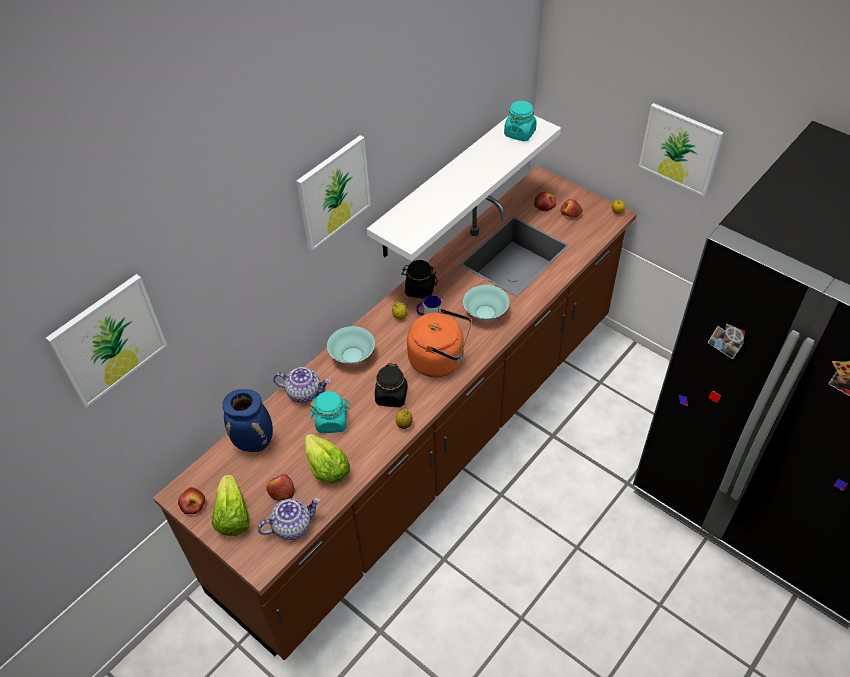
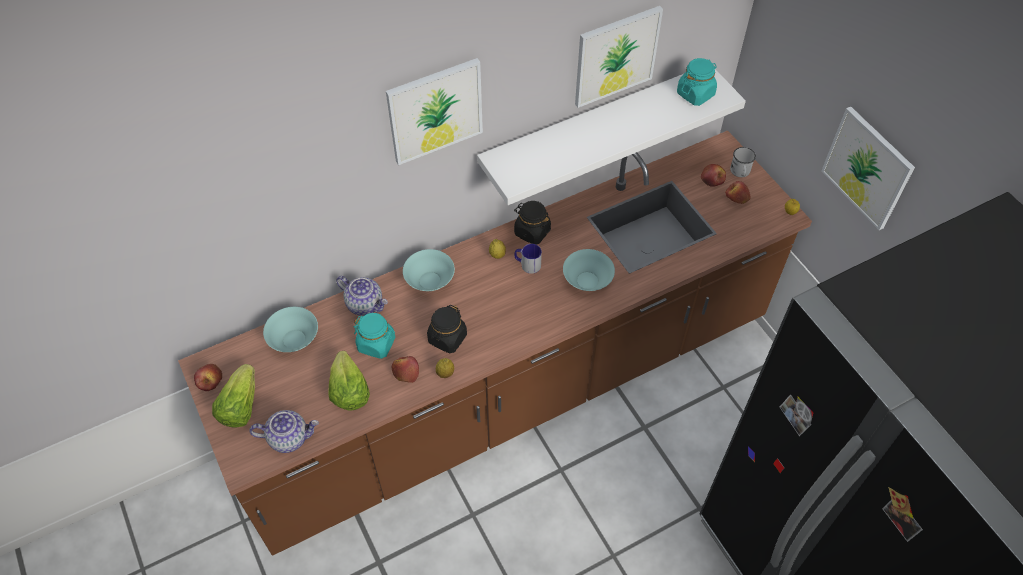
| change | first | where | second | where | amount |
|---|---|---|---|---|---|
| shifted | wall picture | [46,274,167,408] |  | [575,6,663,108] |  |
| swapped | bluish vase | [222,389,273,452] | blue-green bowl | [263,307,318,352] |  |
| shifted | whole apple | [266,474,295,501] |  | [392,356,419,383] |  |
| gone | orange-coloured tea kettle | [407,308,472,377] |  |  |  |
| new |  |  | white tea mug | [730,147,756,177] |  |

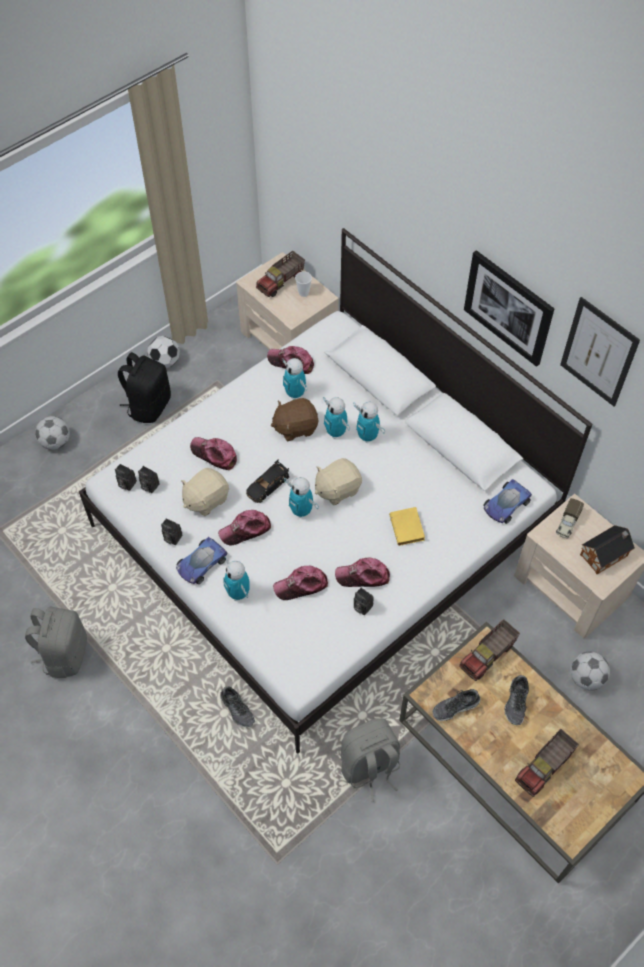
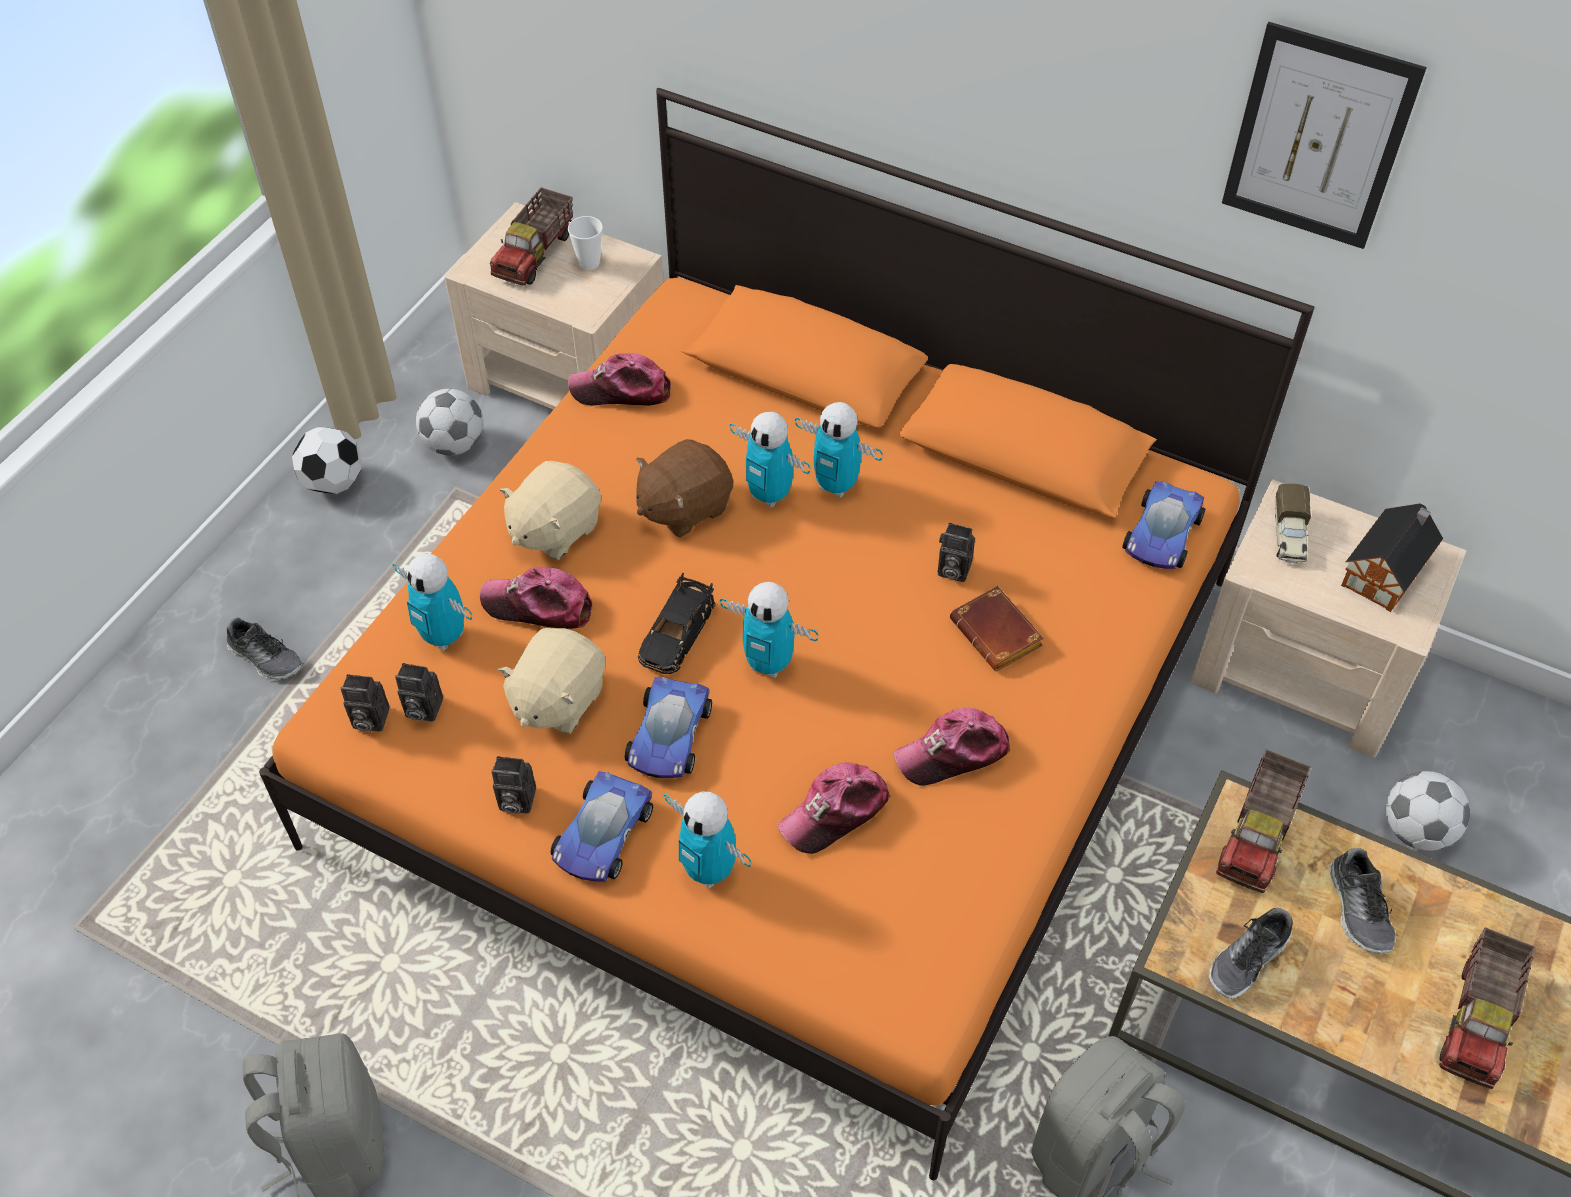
| change | first | where | second | where | amount |
|---|---|---|---|---|---|
| shifted | football ball | [35,416,70,450] |  | [416,389,483,455] |  |
| repainted | white sleeping bed | [79,228,592,753] | orange-coloured sleeping bed | [259,88,1314,1180] |  |
| gone | blackish backpack | [118,352,171,423] |  |  |  |
| swapped | peaked cap | [218,510,271,545] | miniature car | [625,677,712,778] |  |
| shifted | item of footwear | [220,686,255,727] |  | [227,617,303,681] |  |
| shifted | toy robot | [282,358,308,400] |  | [393,554,472,651] |  |
| shifted | sand-coloured plush toy | [315,458,362,505] |  | [500,461,601,560] |  |
| shifted | photo camera | [354,588,374,615] |  | [938,523,975,582] |  |
| repainted | yellow-coloured bound book | [389,507,425,546] | brownish bound book | [950,586,1044,671] |  |
| gone | wall picture | [464,250,554,367] |  |  |  |

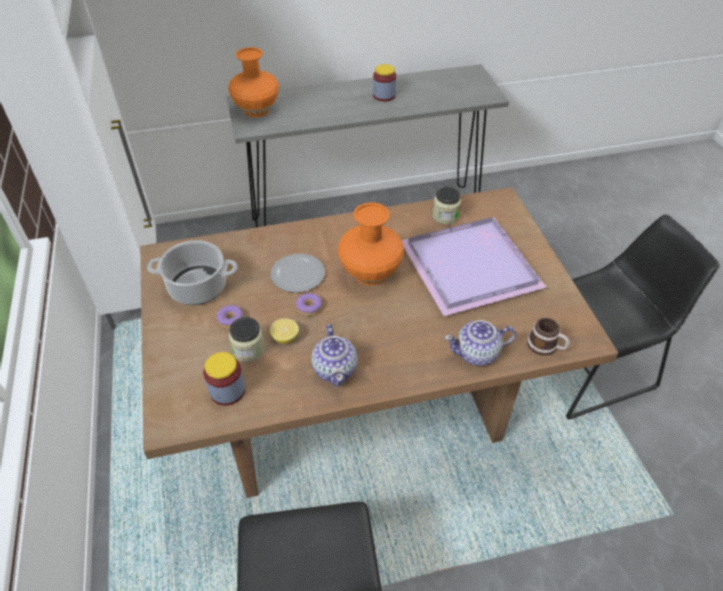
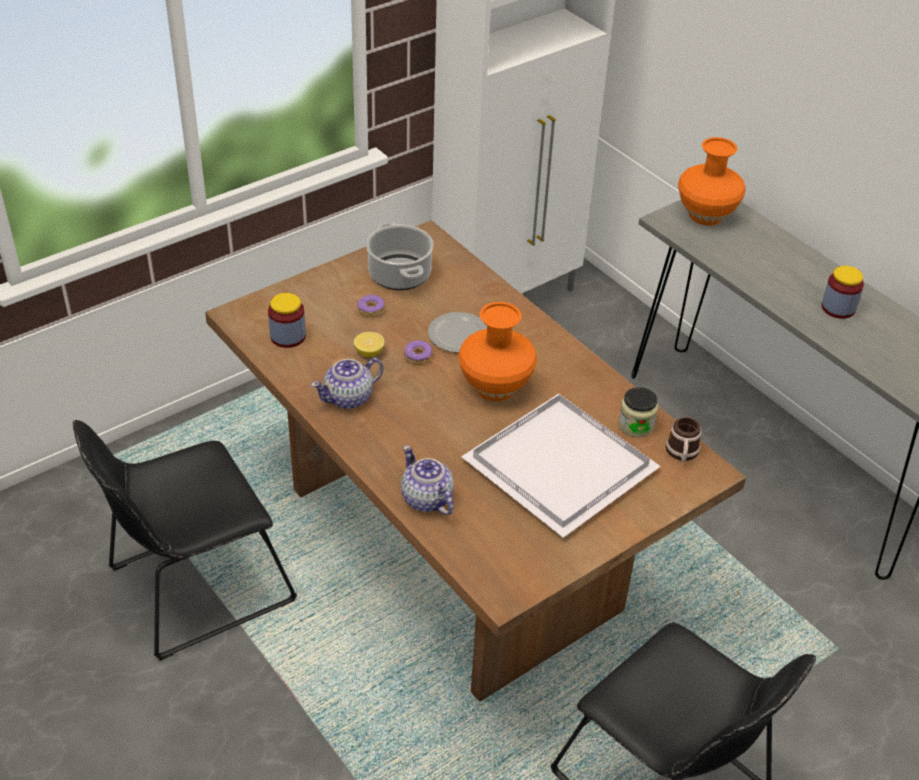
| change | first | where | second | where | amount |
|---|---|---|---|---|---|
| gone | storage jar | [229,317,265,362] |  |  |  |
| repainted | purple-coloured serving tray | [401,217,547,316] | white serving tray | [461,394,661,538] |  |
| shifted | tea mug | [527,318,570,356] |  | [666,417,702,462] |  |

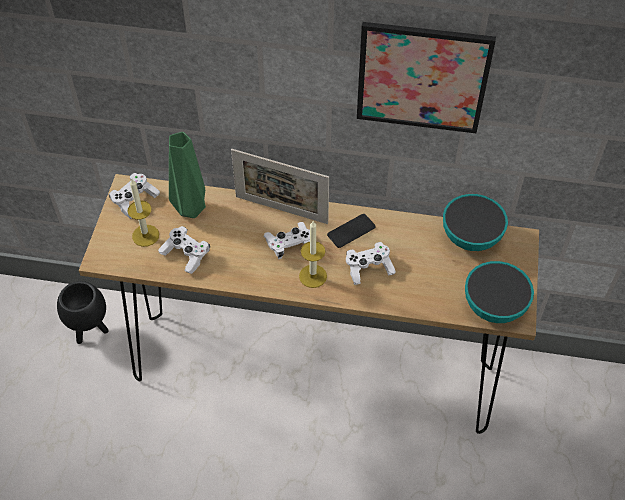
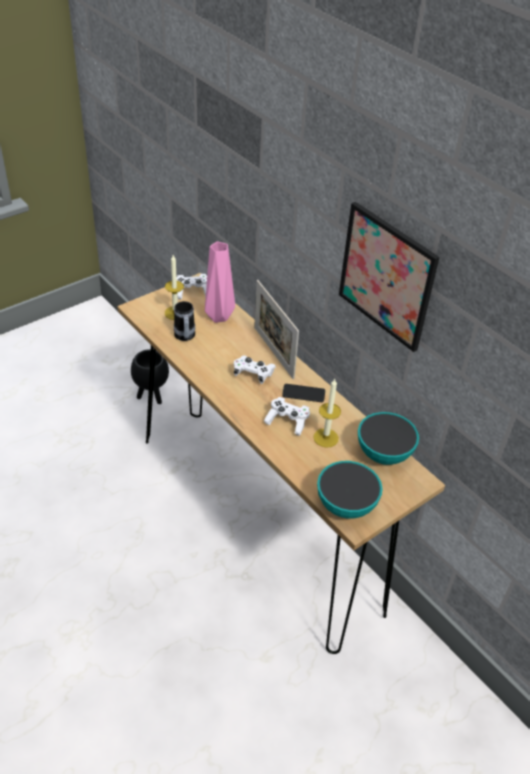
| change | first | where | second | where | amount |
|---|---|---|---|---|---|
| swapped | white joypad | [158,226,210,274] | tea mug | [174,301,195,341] |  |
| repainted | green-coloured vase | [169,132,206,218] | pinkish vase | [205,242,235,323] |  |
| shifted | wax candle | [299,221,327,288] |  | [313,379,341,448] |  |

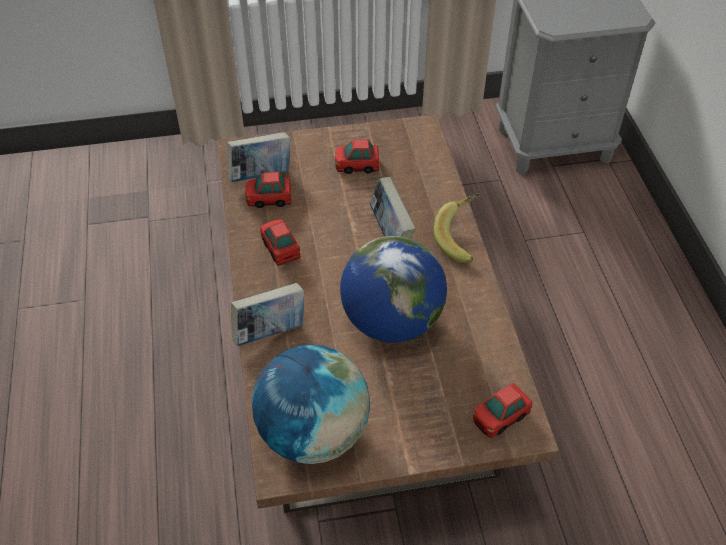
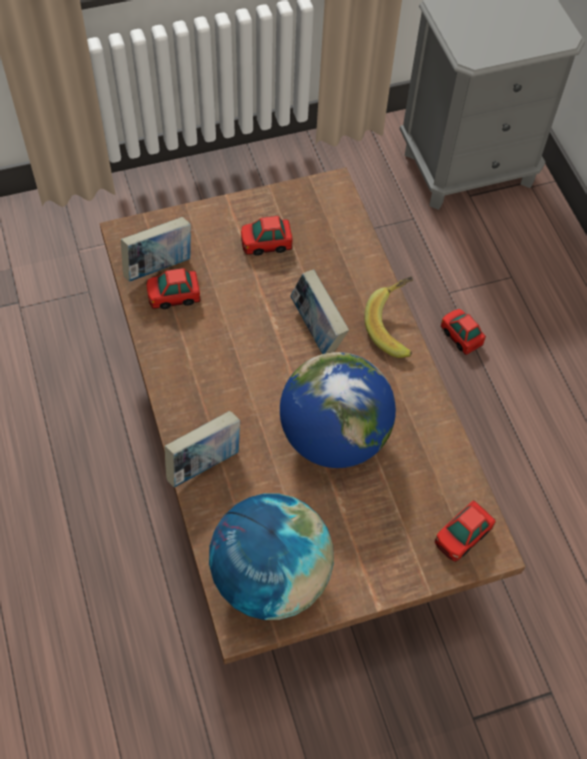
| change | first | where | second | where | amount |
|---|---|---|---|---|---|
| shifted | miniature car | [260,219,300,266] |  | [441,309,486,355] |  |

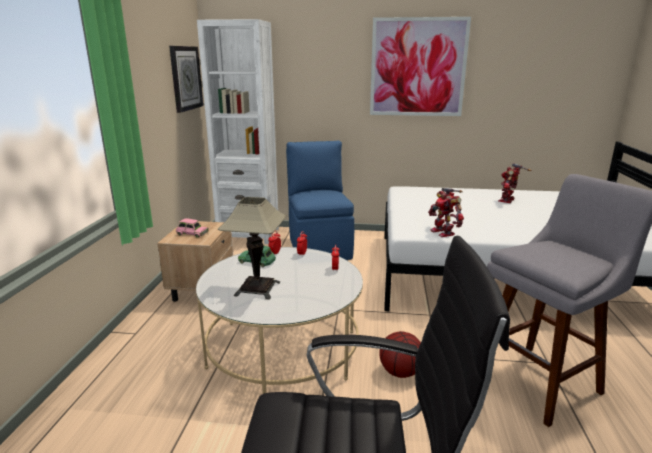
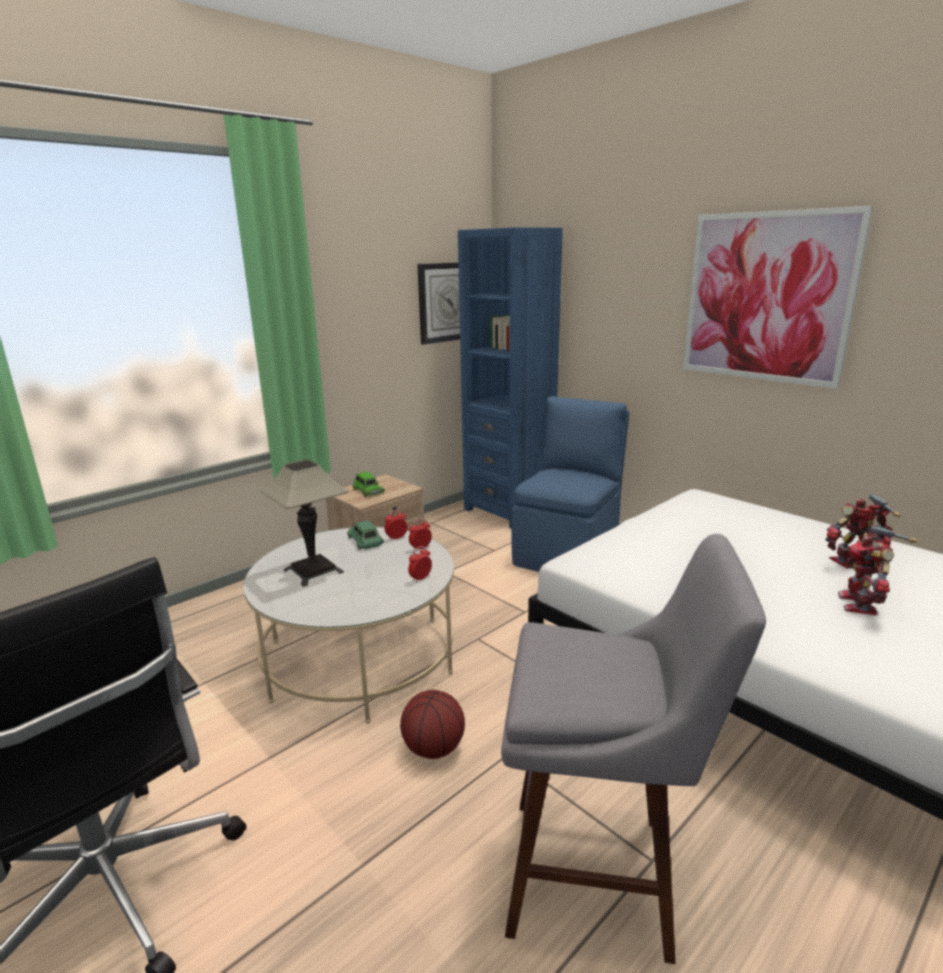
| change | first | where | second | where | amount |
|---|---|---|---|---|---|
| repainted | pinkish miniature car | [176,218,209,238] | green-coloured miniature car | [352,472,385,497] |  |
| repainted | white bookcase | [197,19,279,244] | bluish bookcase | [458,227,563,529] |  |
| shifted | toy robot | [428,188,464,237] |  | [838,525,918,615] |  |

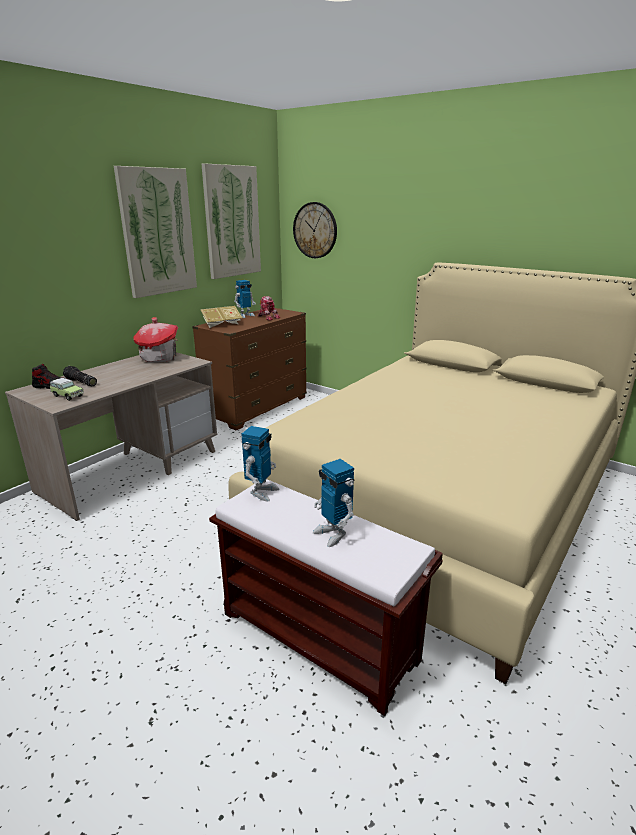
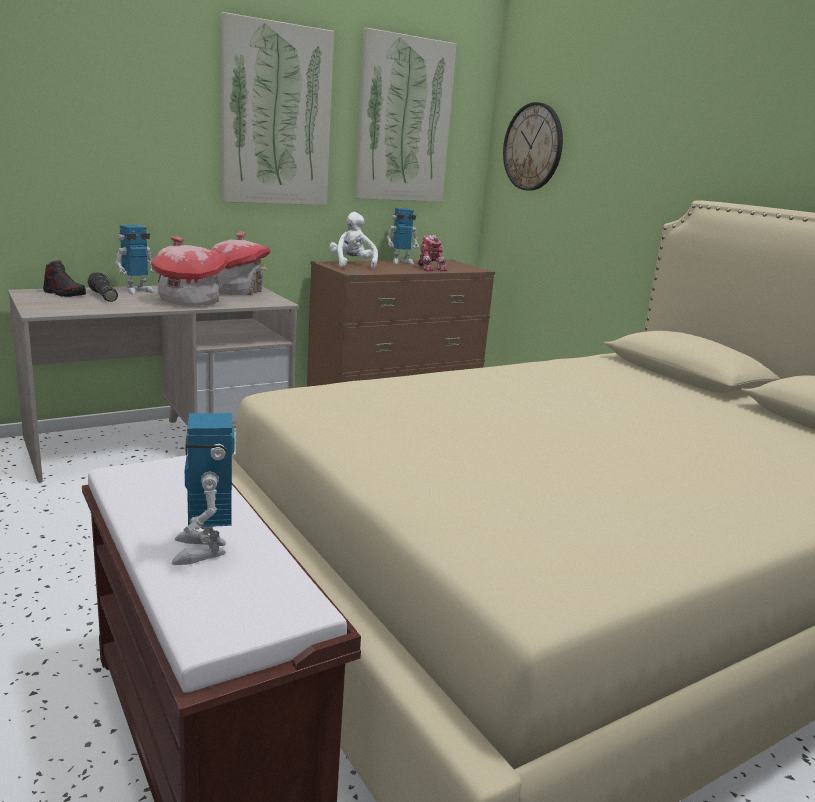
| change | first | where | second | where | amount |
|---|---|---|---|---|---|
| gone | miniature car | [50,378,84,401] |  |  |  |
| swapped | bound book | [201,306,242,328] | white plush toy | [329,212,378,270] |  |
| shifted | toy robot | [241,426,280,502] |  | [115,225,157,295] |  |
| new |  |  | toy house | [151,236,228,306] |  |

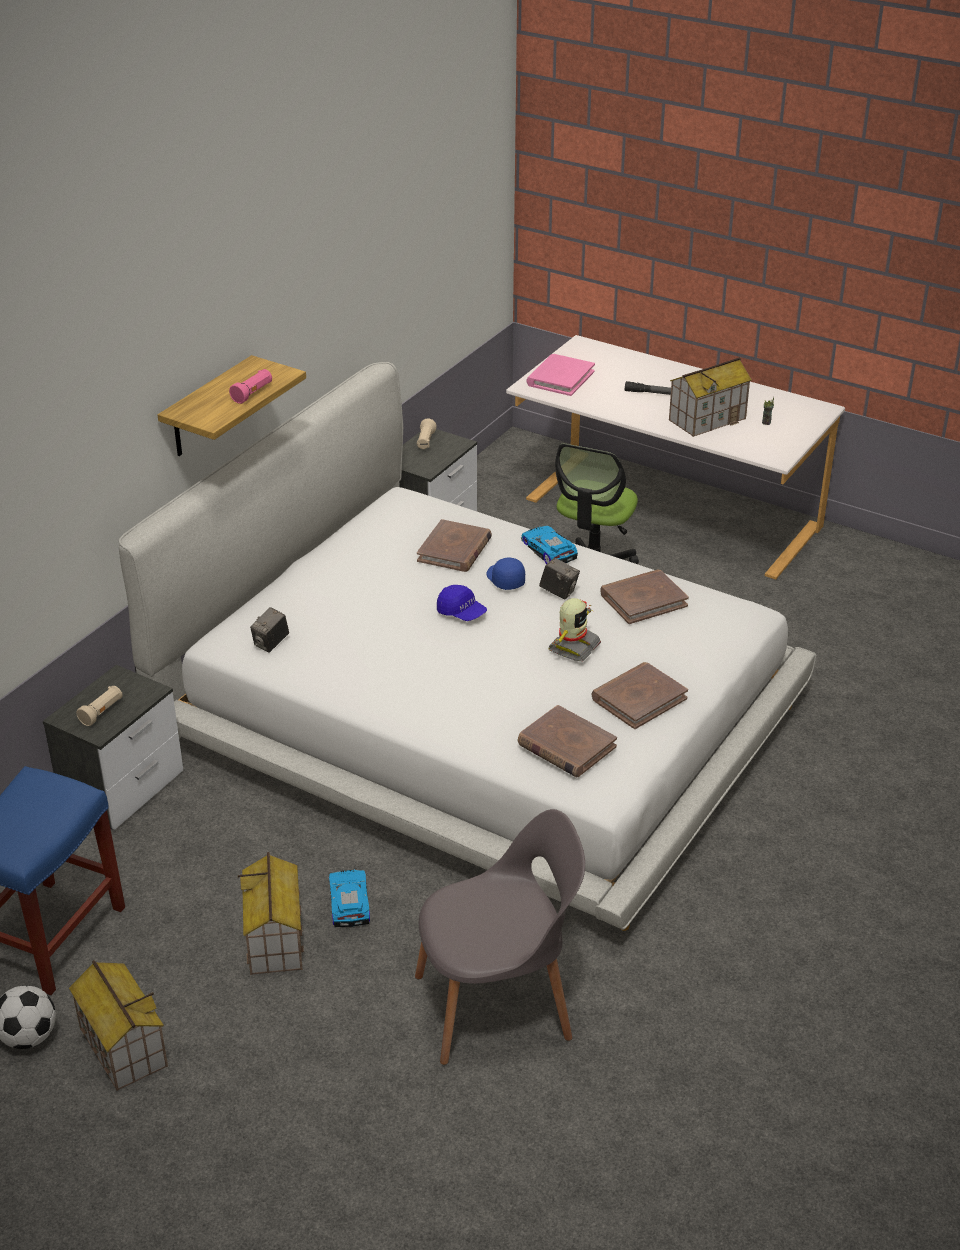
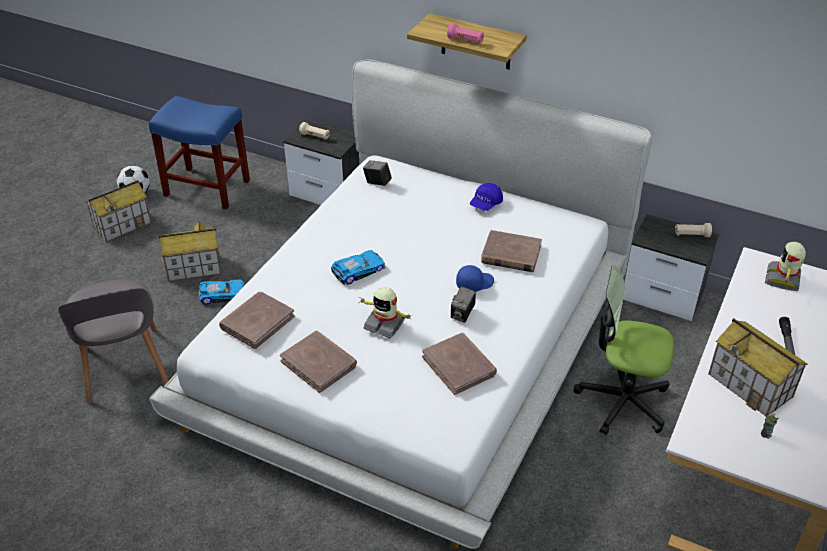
| change | first | where | second | where | amount |
|---|---|---|---|---|---|
| shifted | bluish peaked cap | [437,585,487,621] |  | [470,183,503,211] |  |
| shifted | miniature car | [521,526,578,564] |  | [331,250,386,285] |  |
| swapped | pinkish bound book | [527,354,595,396] | toy robot | [765,242,806,291] |  |

